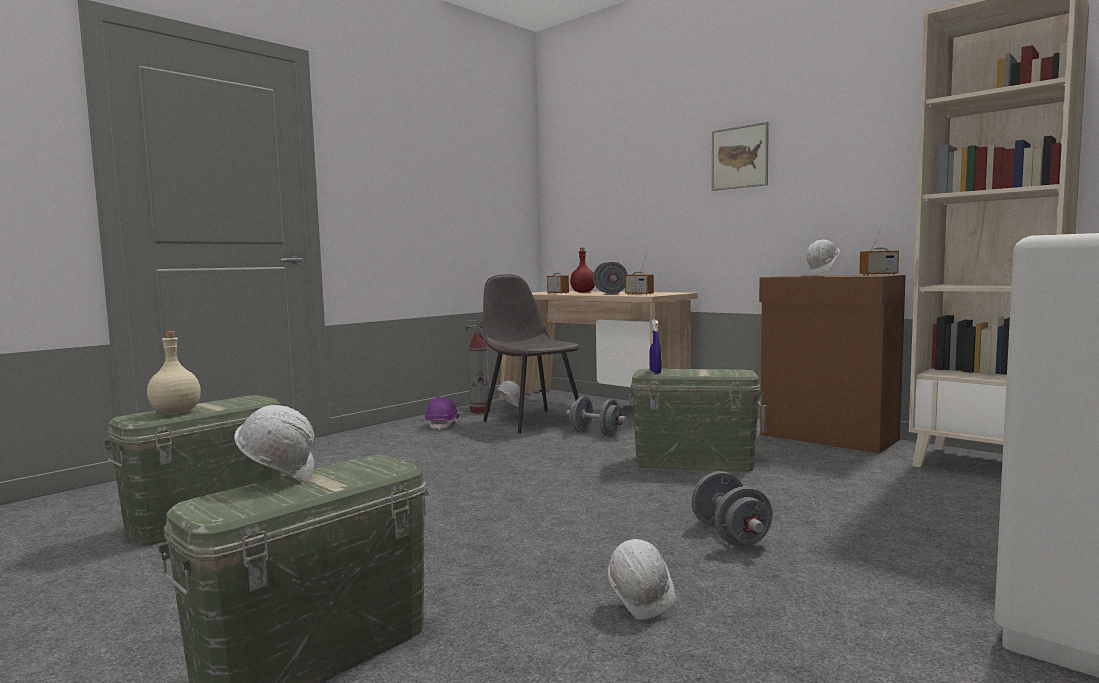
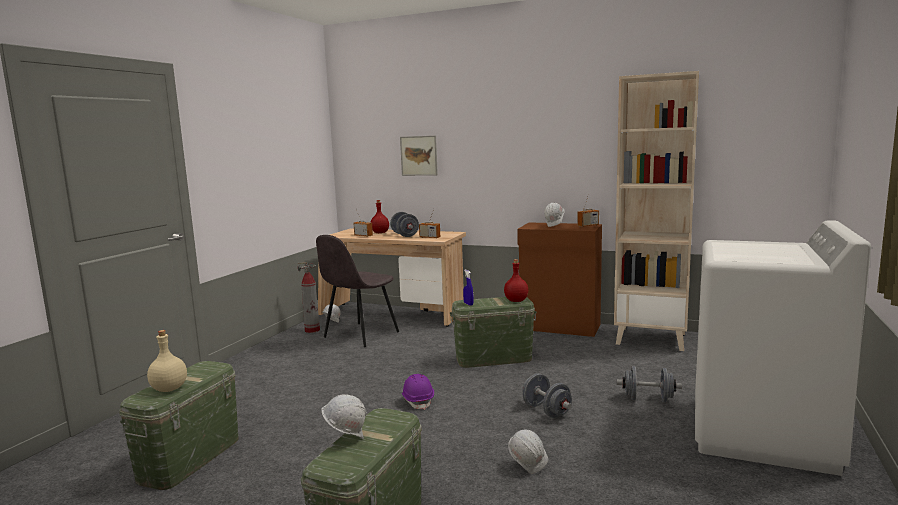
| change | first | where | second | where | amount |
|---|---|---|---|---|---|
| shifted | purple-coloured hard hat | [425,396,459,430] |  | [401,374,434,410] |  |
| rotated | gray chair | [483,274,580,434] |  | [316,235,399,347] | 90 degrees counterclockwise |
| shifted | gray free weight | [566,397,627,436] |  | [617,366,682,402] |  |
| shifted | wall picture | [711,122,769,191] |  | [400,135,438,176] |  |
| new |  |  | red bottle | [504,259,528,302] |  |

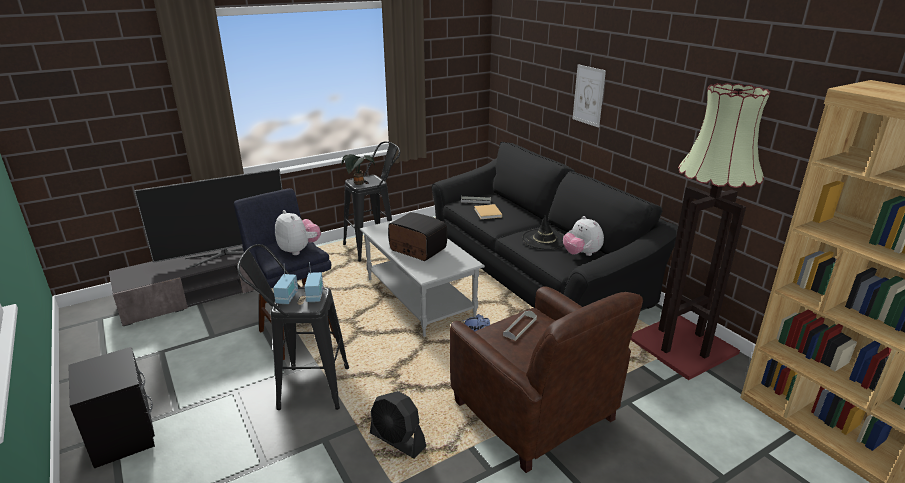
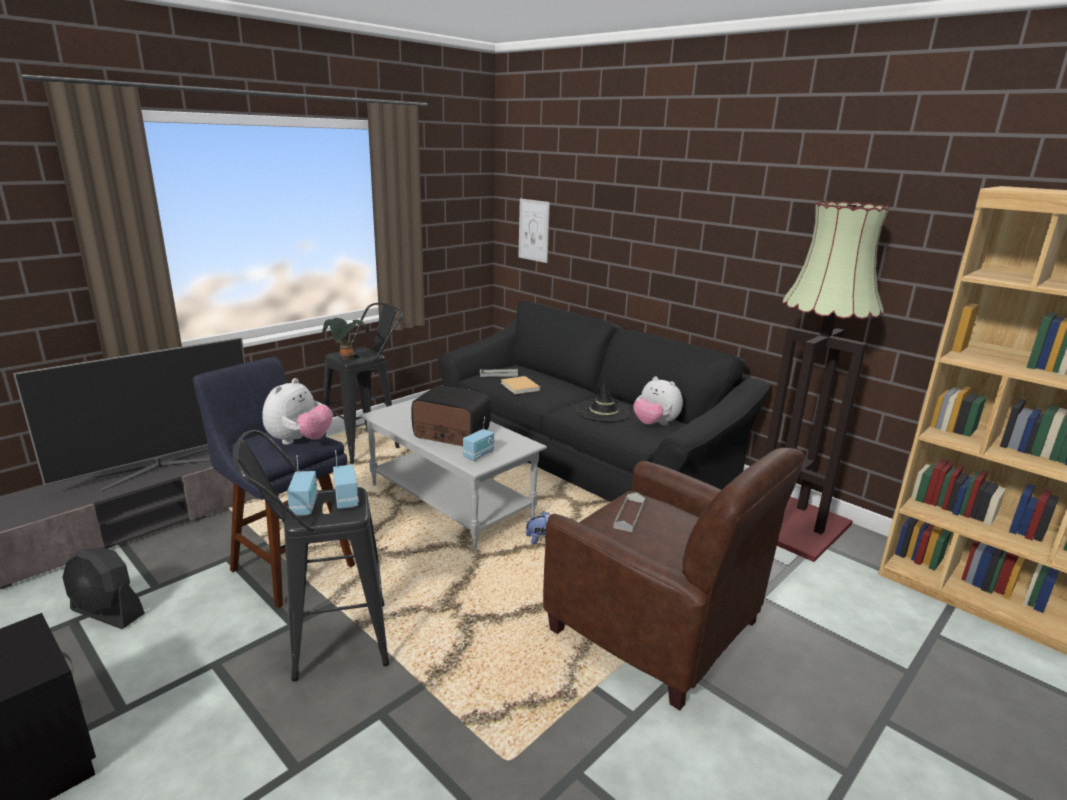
| change | first | where | second | where | amount |
|---|---|---|---|---|---|
| rotated | plush toy | [275,210,321,255] |  | [262,378,333,445] | 75 degrees clockwise |
| shifted | blackish electric fan | [370,391,426,459] |  | [63,547,145,629] |  |
| shifted | wall picture | [573,64,606,127] |  | [518,199,550,263] |  |
| new |  |  | radio receiver | [463,417,494,461] |  |

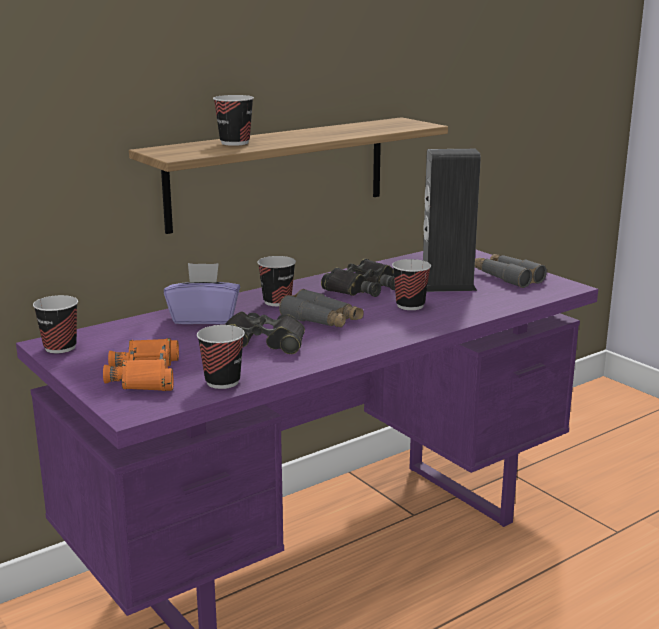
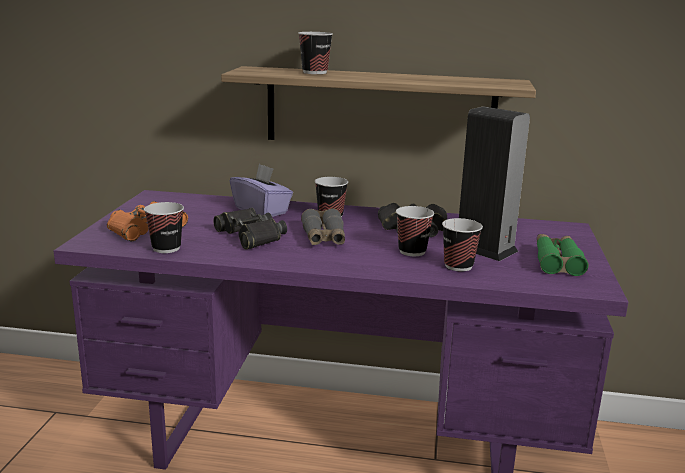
| change | first | where | second | where | amount |
|---|---|---|---|---|---|
| shifted | small cup | [33,295,78,353] |  | [442,218,483,272] |  |
| repainted | gray binoculars | [475,254,547,288] | green-coloured binoculars | [537,234,589,276] |  |

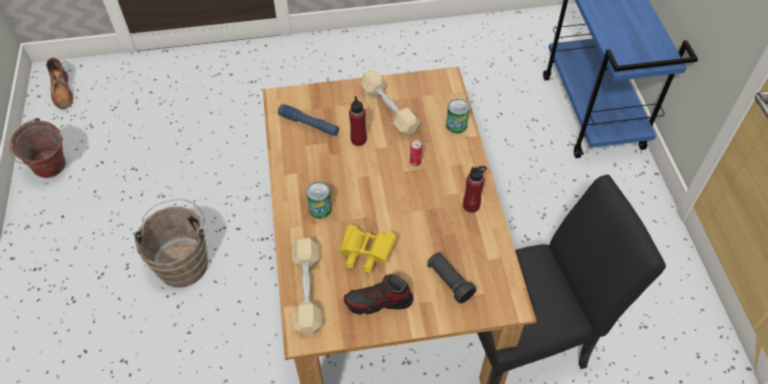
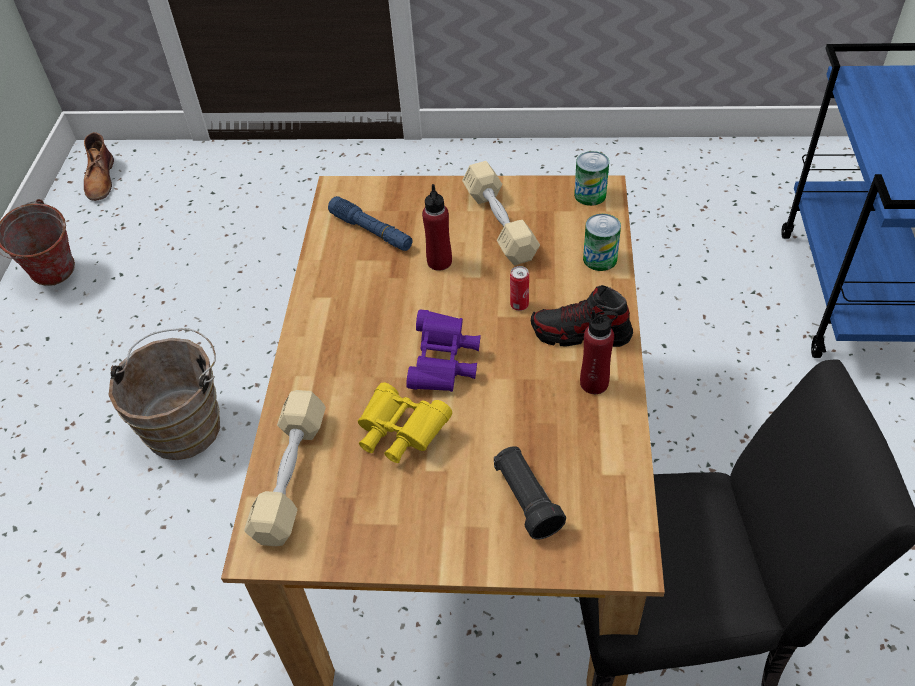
| change | first | where | second | where | amount |
|---|---|---|---|---|---|
| shifted | can | [306,182,332,218] |  | [574,151,609,206] |  |
| shifted | item of footwear | [344,274,413,315] |  | [531,285,633,347] |  |
| new |  |  | purple-coloured binoculars | [406,310,481,392] |  |

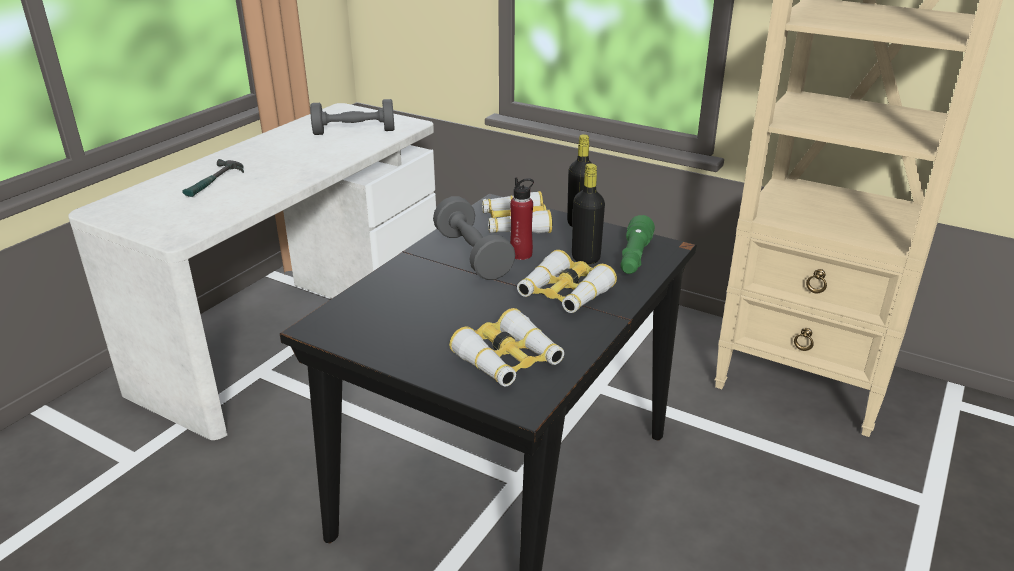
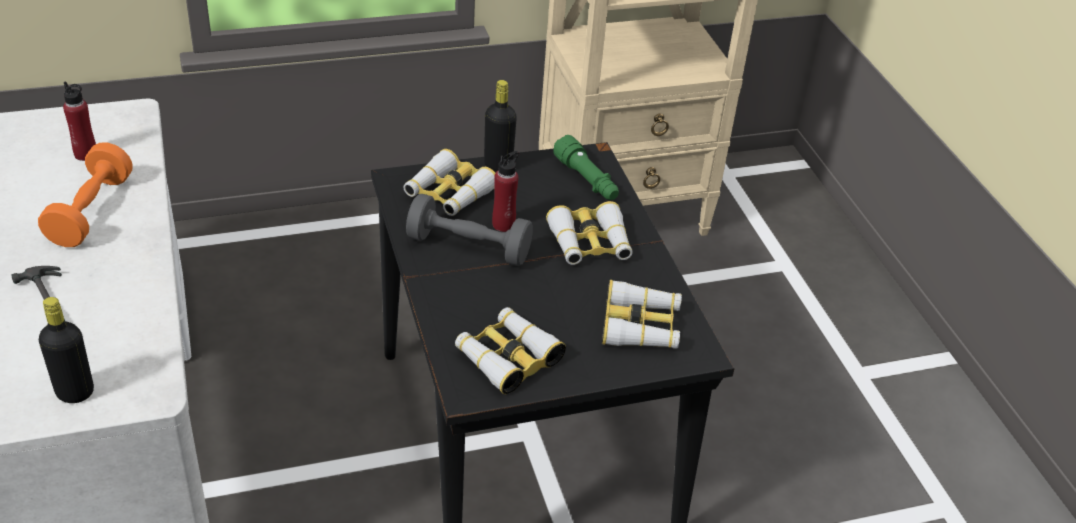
| change | first | where | second | where | amount |
|---|---|---|---|---|---|
| swapped | gray free weight | [310,99,395,135] | red bottle | [63,82,96,161] |  |
| shifted | blackish bottle | [572,163,605,264] |  | [39,297,94,403] |  |
| new |  |  | orange-coloured free weight | [38,142,133,247] |  |
| new |  |  | binoculars | [455,307,566,394] |  |

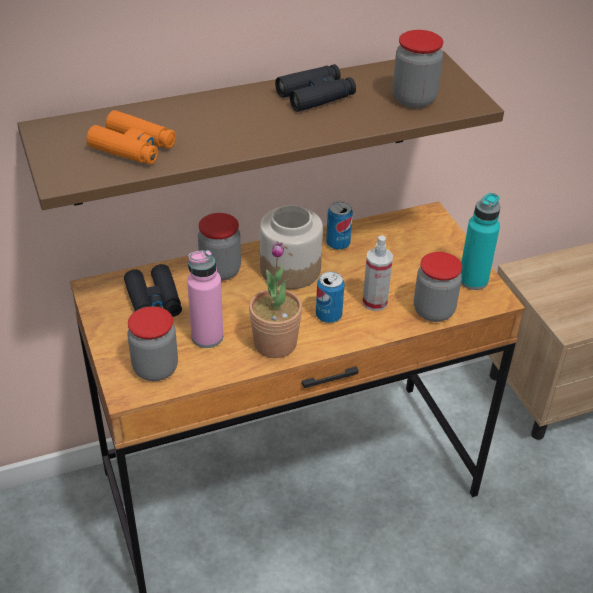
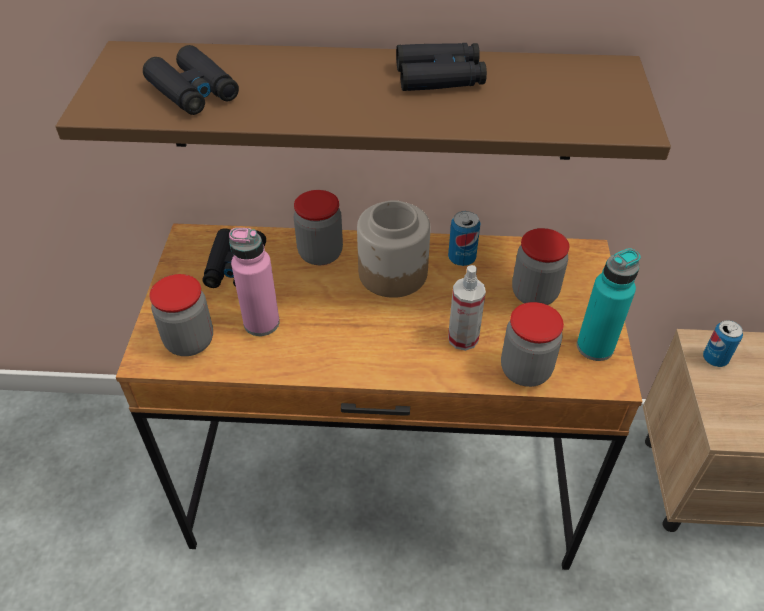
| change | first | where | second | where | amount |
|---|---|---|---|---|---|
| repainted | orange-coloured binoculars | [86,110,176,165] | blackish binoculars | [143,45,239,115] |  |
| gone | houseplant | [249,241,302,358] |  |  |  |
| shifted | can | [316,272,345,323] |  | [703,320,743,367] |  |
| shifted | storage jar | [393,30,443,108] |  | [512,228,570,305] |  |

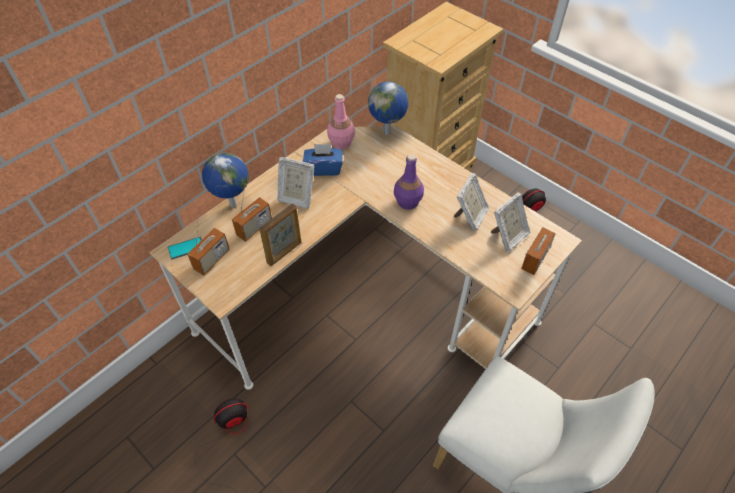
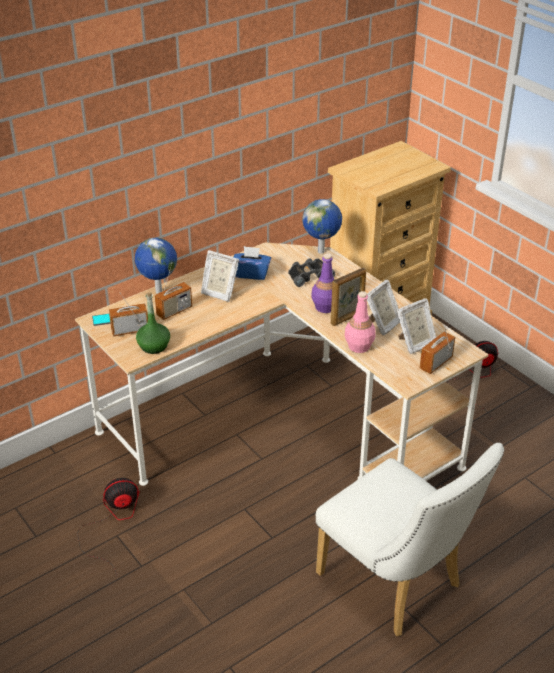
| change | first | where | second | where | amount |
|---|---|---|---|---|---|
| rotated | radio receiver | [187,216,230,276] |  | [109,293,148,336] | 150 degrees counterclockwise |
| shifted | picture frame | [259,203,301,266] |  | [331,268,366,326] |  |
| shifted | pinkish bottle | [327,94,355,149] |  | [345,291,376,353] |  |
| new |  |  | green-coloured bottle | [136,292,170,354] |  |
| new |  |  | blackish binoculars | [288,259,335,287] |  |

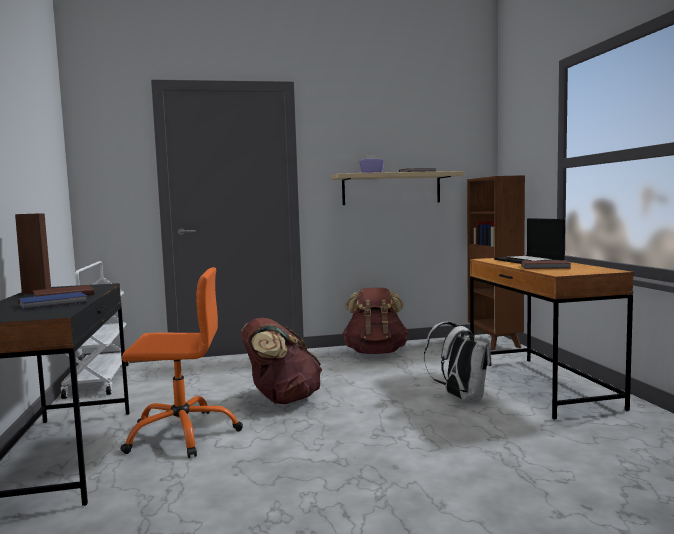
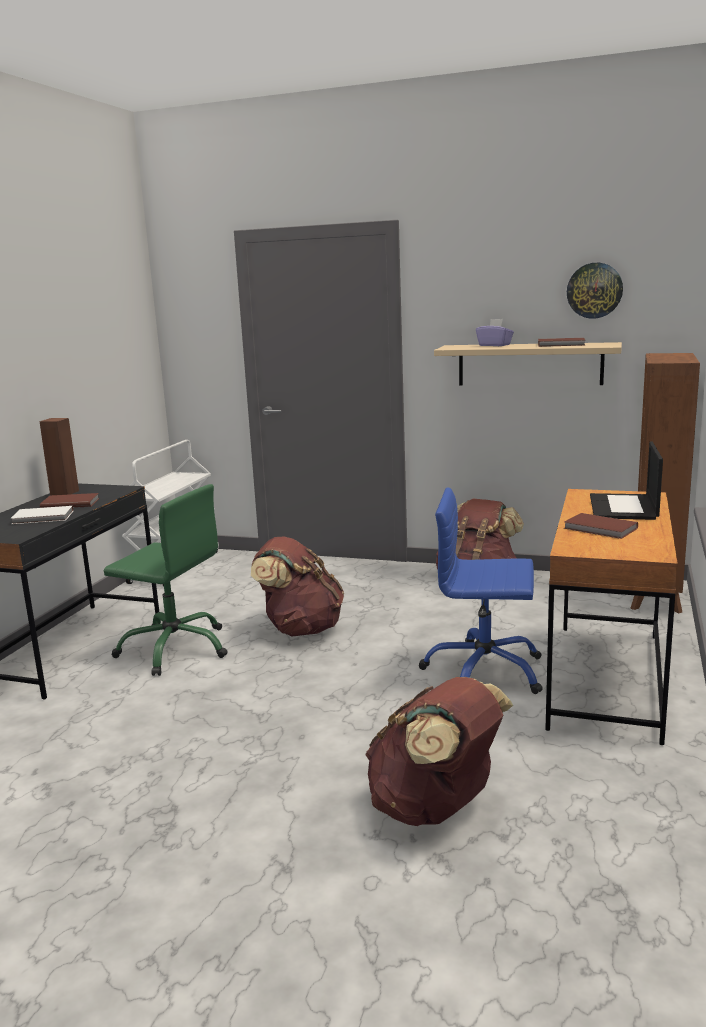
| change | first | where | second | where | amount |
|---|---|---|---|---|---|
| repainted | bluish bound book | [18,292,87,310] | white bound book | [10,506,73,524] |  |
| repainted | orange-coloured desk chair | [120,267,243,458] | green-coloured desk chair | [104,484,228,676] |  |
| swapped | white backpack | [424,321,491,400] | bluish desk chair | [419,488,543,694] |  |
| new |  |  | brownish backpack | [365,677,513,826] |  |
| new |  |  | hanging clock | [567,263,623,319] |  |

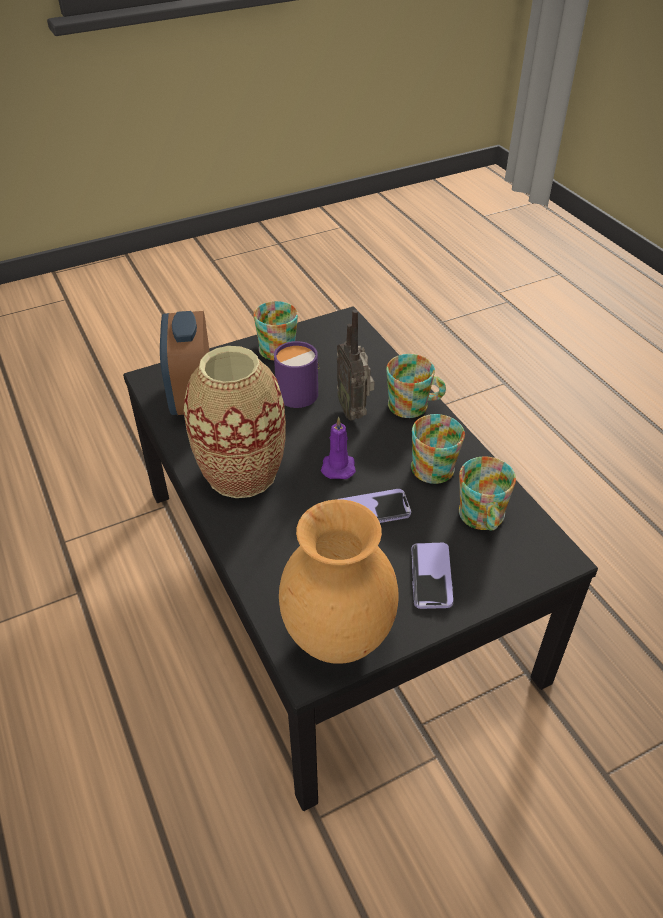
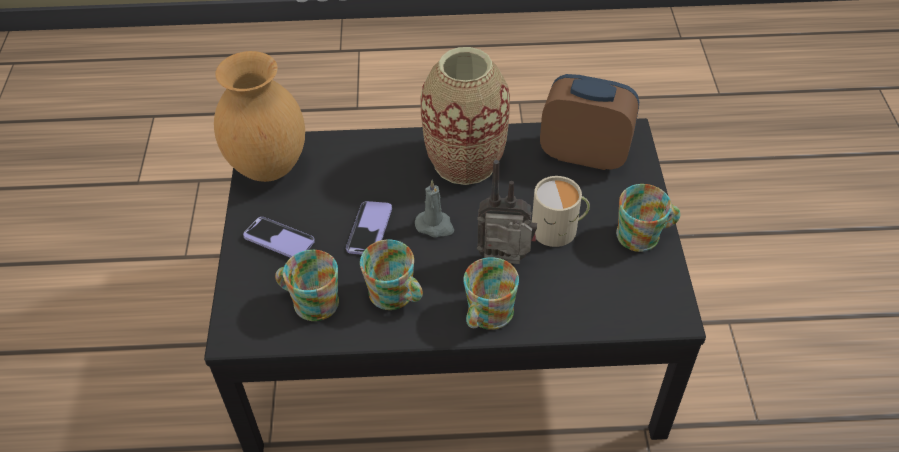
| change | first | where | second | where | amount |
|---|---|---|---|---|---|
| repainted | purple-coloured tea mug | [274,341,320,408] | sand-coloured tea mug | [532,176,590,247] |  |
| repainted | purple-coloured wax candle | [321,417,356,479] | gray wax candle | [415,180,454,237] |  |

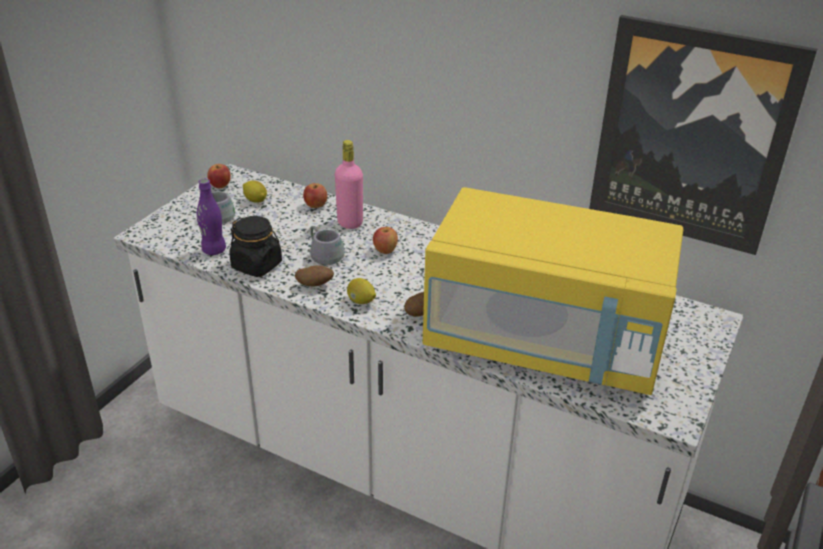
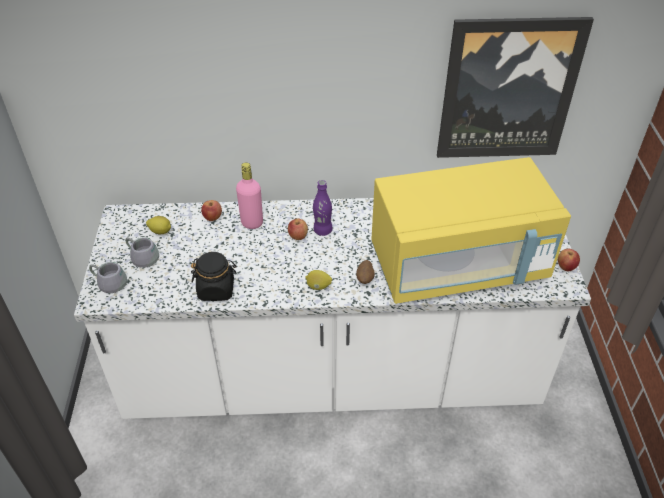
| change | first | where | second | where | amount |
|---|---|---|---|---|---|
| shifted | purple-coloured bottle | [197,179,226,255] |  | [313,180,332,236] |  |
| shifted | whole apple | [207,164,231,188] |  | [558,249,580,271] |  |
| gone | spud | [295,266,334,286] |  |  |  |
| shifted | gray tea mug | [310,226,345,265] |  | [89,262,127,293] |  |

